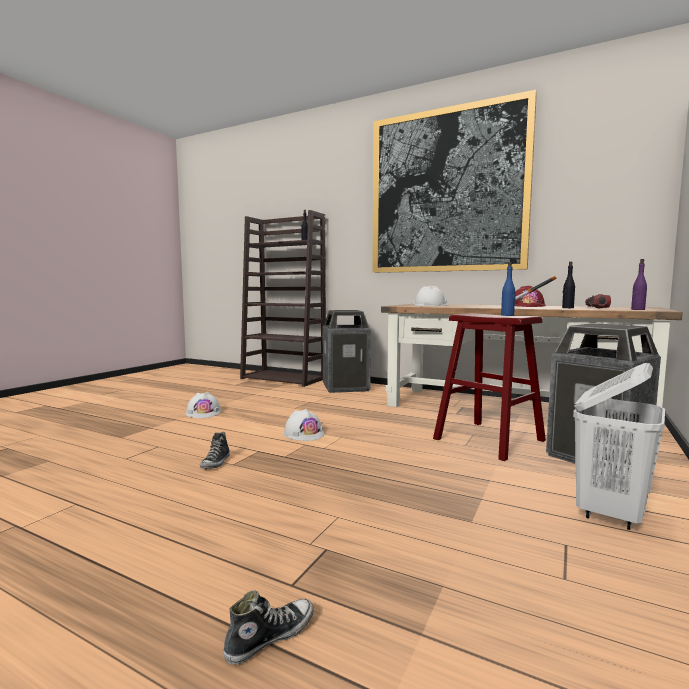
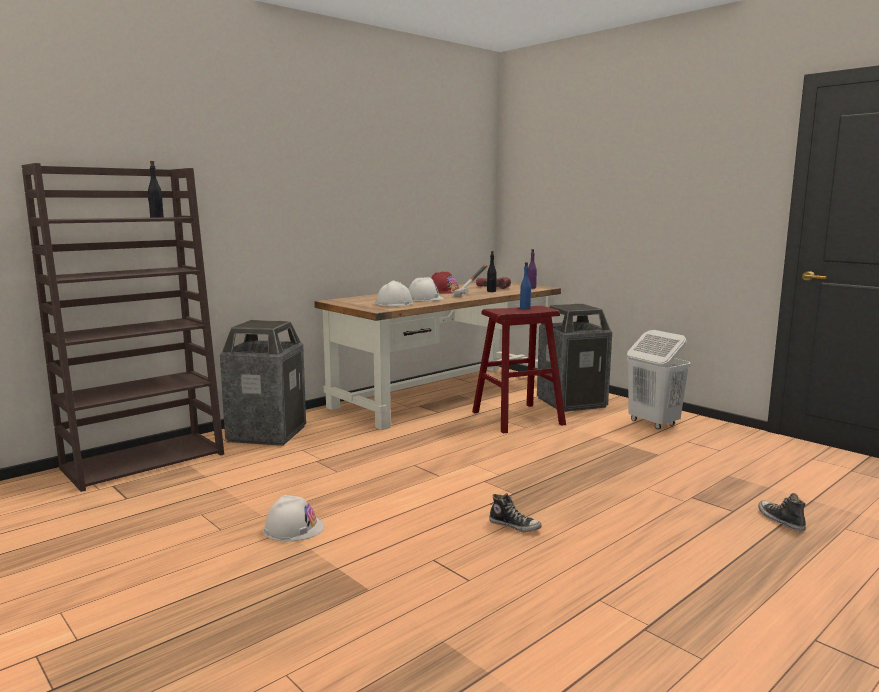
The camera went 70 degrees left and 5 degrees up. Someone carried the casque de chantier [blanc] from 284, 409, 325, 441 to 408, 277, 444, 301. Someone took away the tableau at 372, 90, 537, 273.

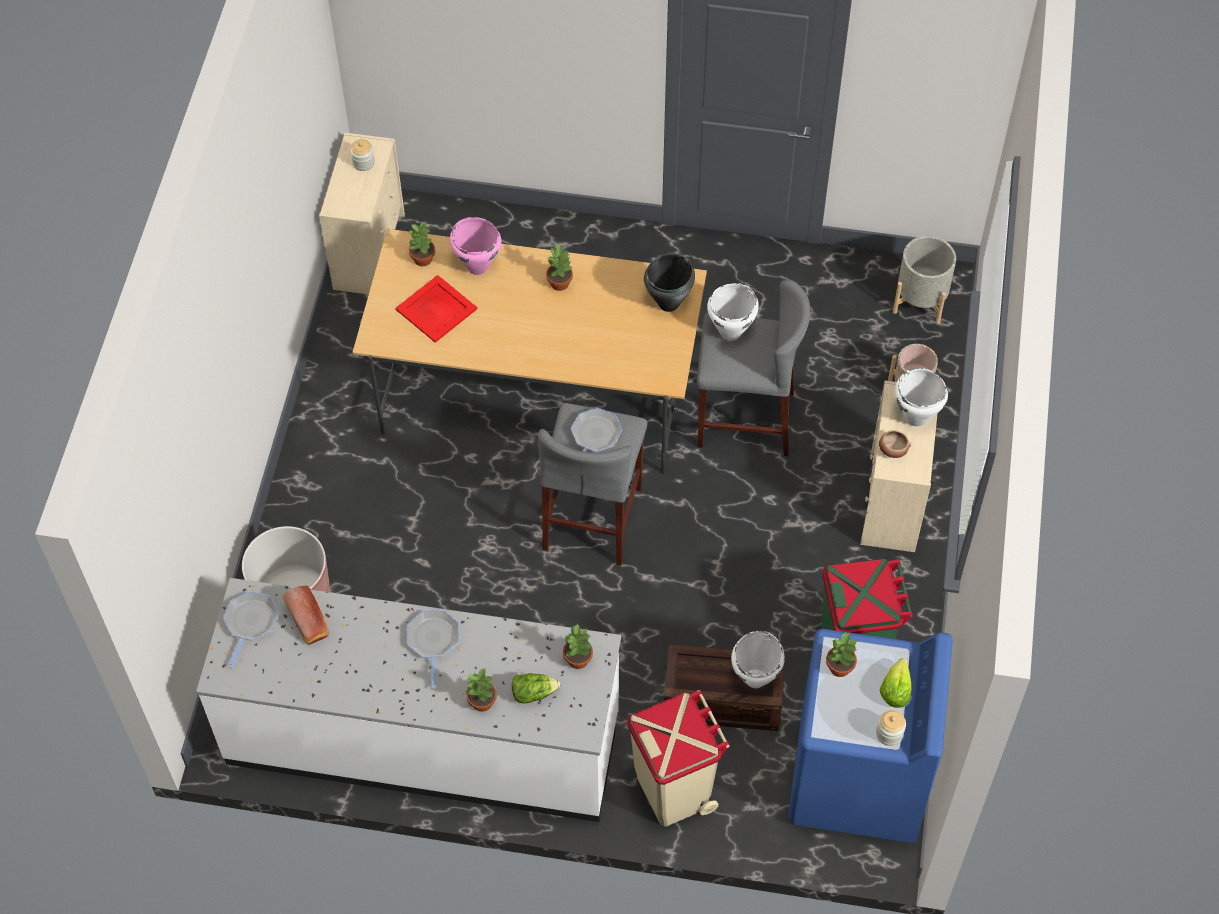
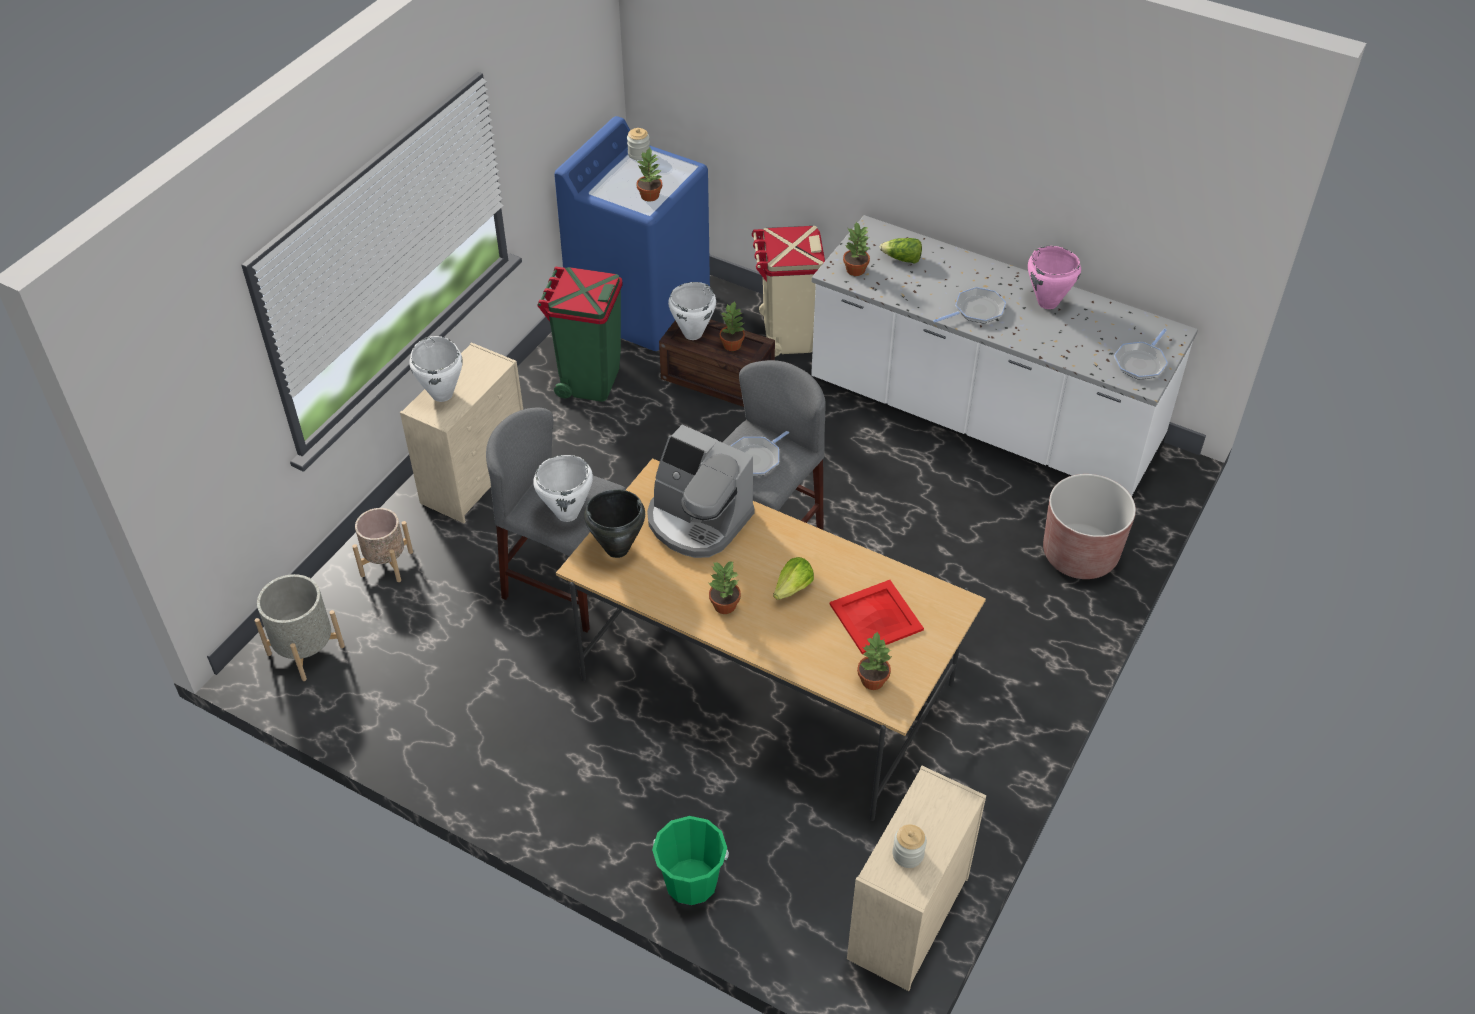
The camera went 160 degrees left and 10 degrees down. Someone took away the pain at 283, 586, 329, 645. Someone rotated the poêle at 407, 610, 459, 689 by 135 degrees counterclockwise. Someone carried the marmite [rose] from 450, 217, 502, 275 to 1028, 246, 1081, 309. Someone carried the plante en pot from 465, 667, 497, 712 to 720, 301, 745, 351. Someone took away the bol at 879, 430, 911, 458. Someone carried the laitue from 879, 659, 912, 708 to 773, 557, 814, 600. Someone put down the machine à café at 647, 425, 755, 558. Someone put down the seau [vert] at 652, 816, 729, 905.

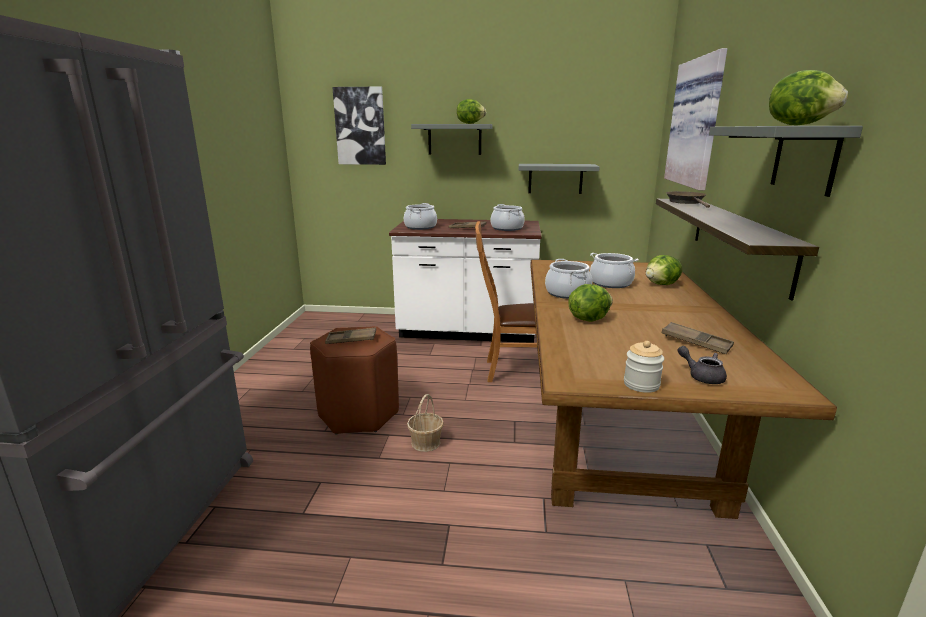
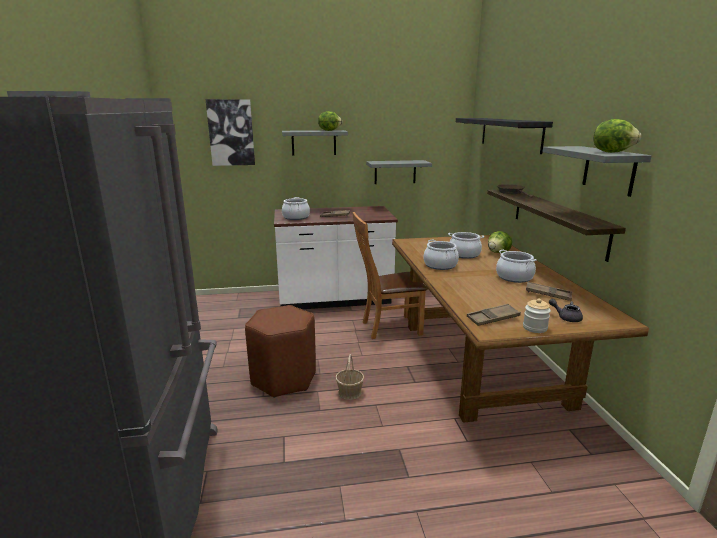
The camera went 15 degrees left and 0 degrees up. Someone carried the plateau [marron] from 325, 328, 376, 344 to 467, 304, 521, 326. Someone carried the marmite from 491, 204, 525, 231 to 496, 250, 537, 283. Someone took away the laitue at 568, 284, 613, 322. Someone swapped the tableau at 664, 48, 727, 191 for the étagère [noir] at 456, 118, 553, 154.

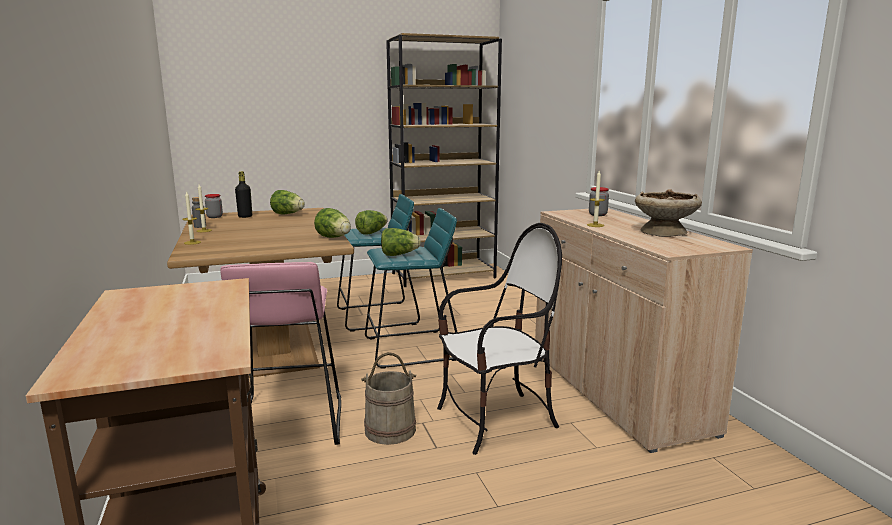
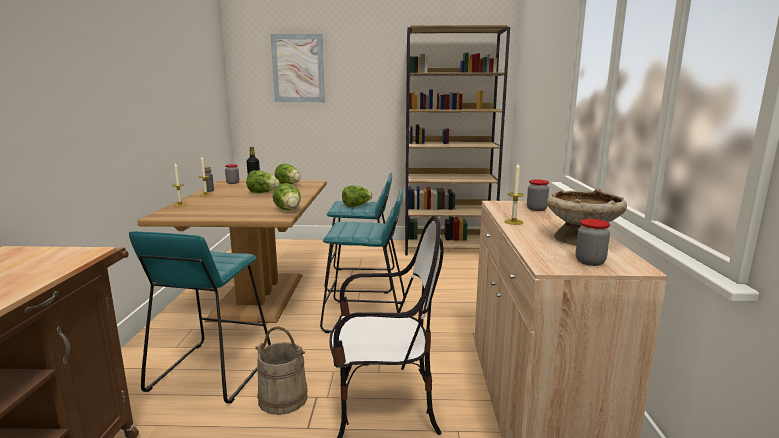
The camera went 20 degrees right and 0 degrees up. Someone repainted the tabouret [rose] at 220, 262, 341, 445, which became the tabouret [turquoise] at 129, 231, 271, 404. Someone carried the laitue from 381, 228, 421, 256 to 246, 170, 280, 193. Someone put up the tableau at 271, 34, 325, 102. Someone put down the bocal at 576, 219, 610, 266.

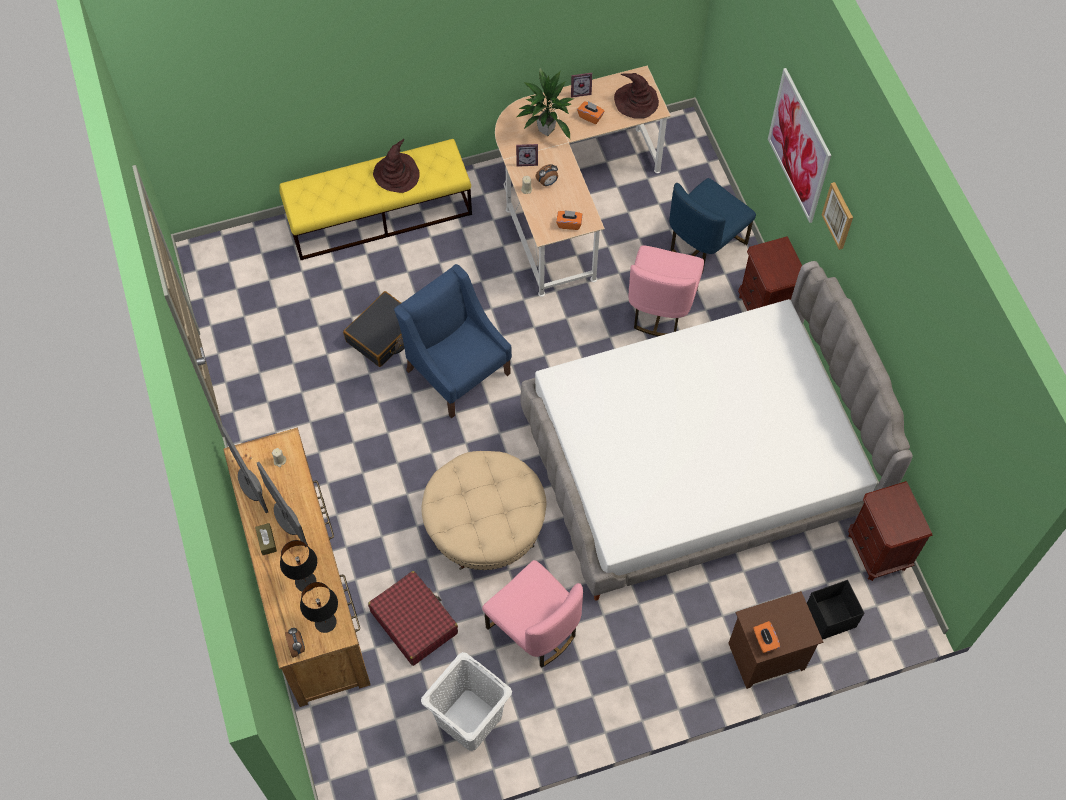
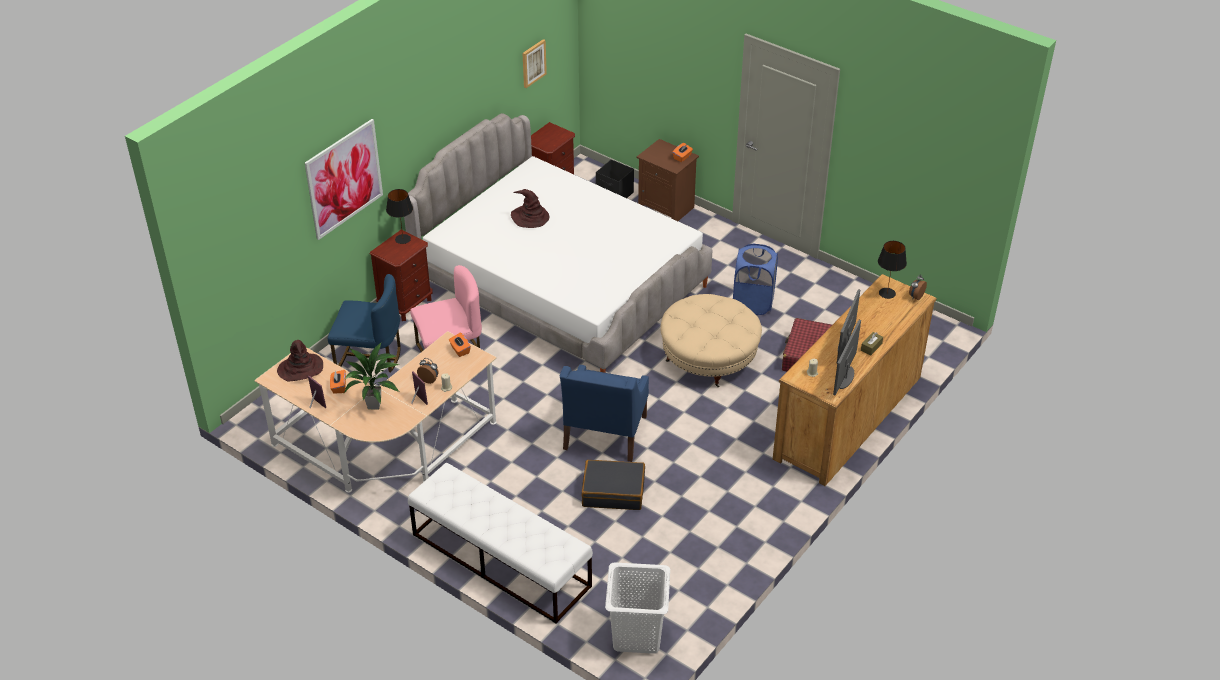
The camera went 125 degrees left and 20 degrees down. Someone repainted the banc [jaune] at 279, 139, 472, 260, which became the banc [blanc] at 408, 463, 593, 623. Someone carried the lampe de table [noir] from 280, 540, 317, 592 to 386, 189, 413, 244. Someone carried the chapeau [marron] from 373, 139, 420, 193 to 511, 189, 549, 228. Someone carried the panier à linge [blanc] from 421, 652, 512, 751 to 605, 562, 670, 654. Someone swapped the chaise [rose] at 482, 560, 583, 668 for the panier à linge [bleu] at 733, 244, 778, 315. Someone carried the tableau from 822, 182, 853, 250 to 523, 39, 547, 88.

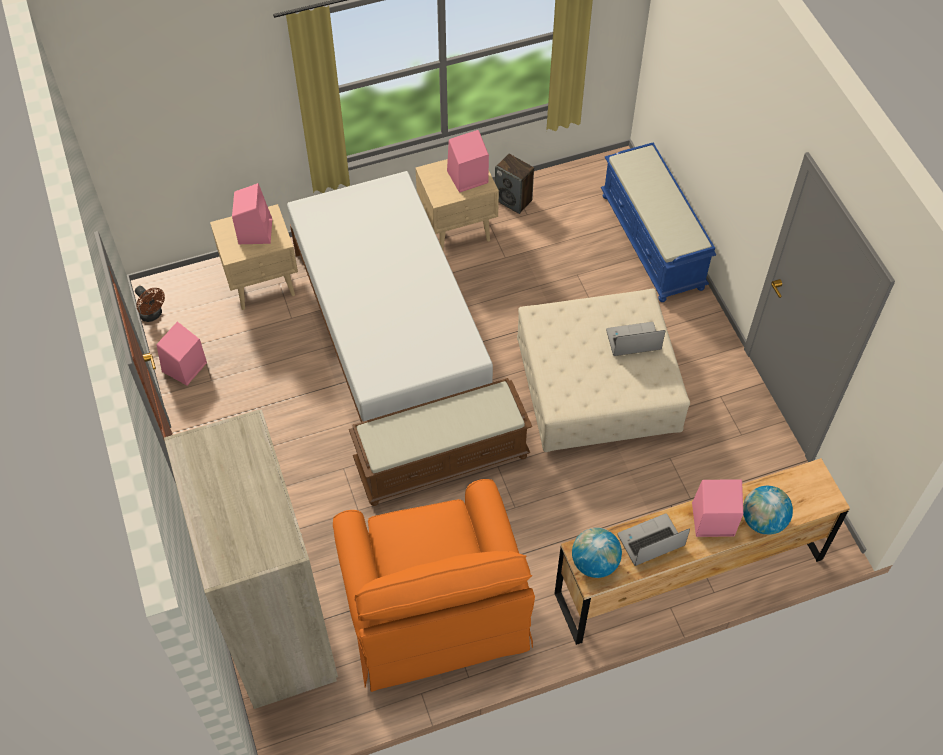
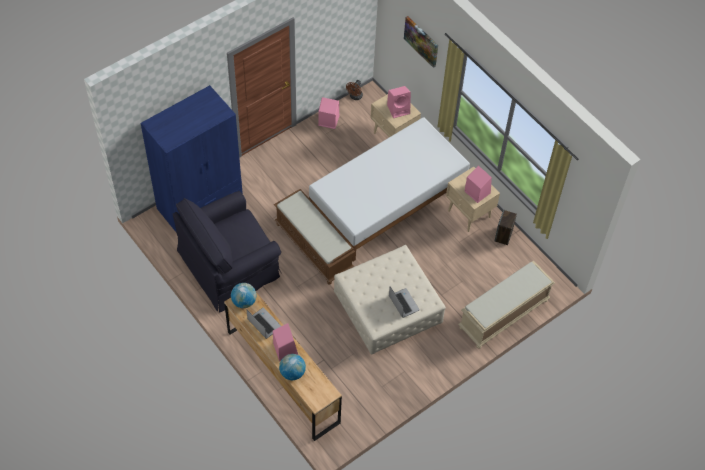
The camera went 70 degrees right and 0 degrees up. Someone repainted the armoire [beige] at 164, 409, 338, 709, which became the armoire [bleu] at 141, 85, 243, 233. Someone repainted the fauteuil [orange] at 333, 479, 535, 692, which became the fauteuil [noir] at 173, 191, 281, 313. Someone repainted the banc [bleu] at 601, 143, 716, 302, which became the banc [beige] at 458, 261, 555, 349. Someone put up the tableau at 404, 16, 438, 68.

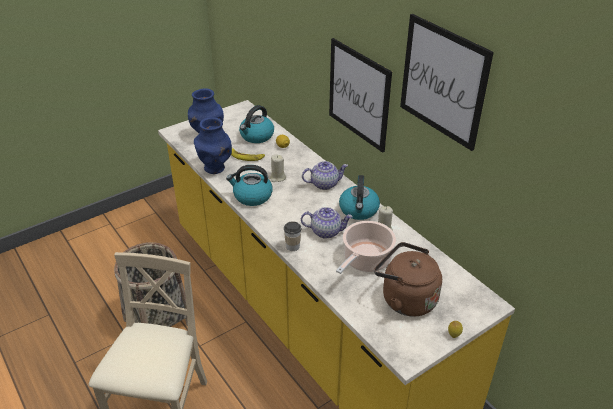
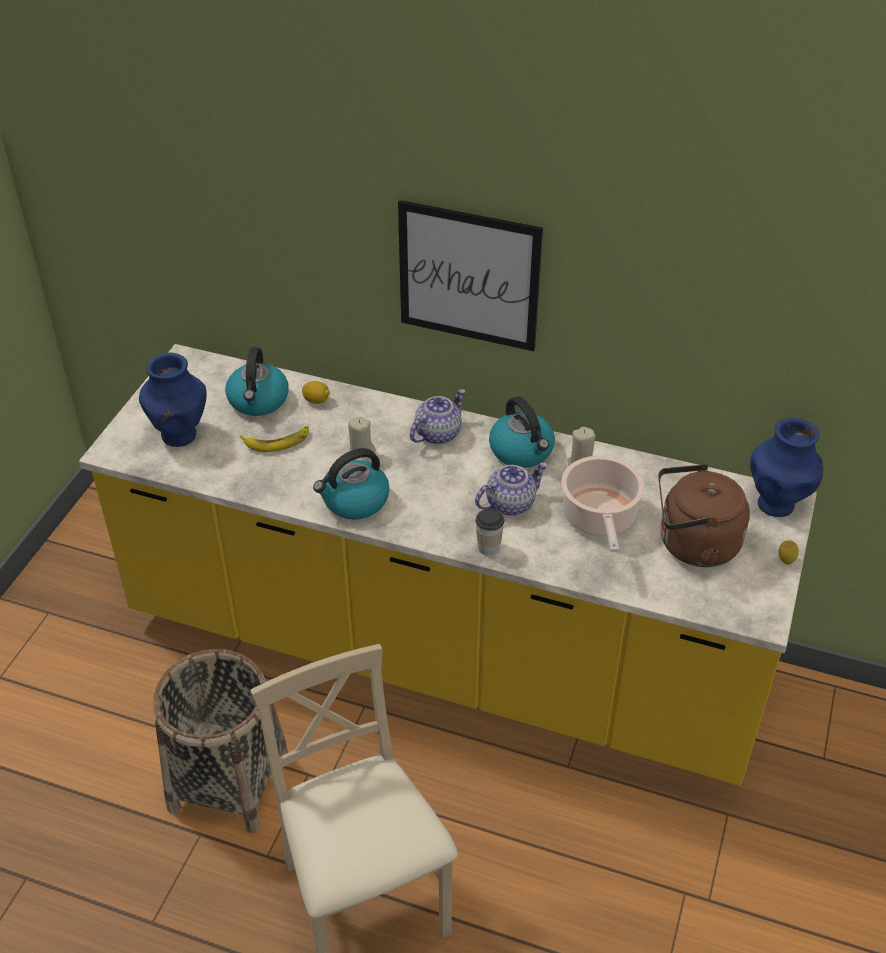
The camera went 35 degrees left and 5 degrees up. Someone carried the vase [bleu] from 194, 117, 232, 174 to 750, 418, 824, 517. Someone took away the tableau at 400, 14, 494, 151.

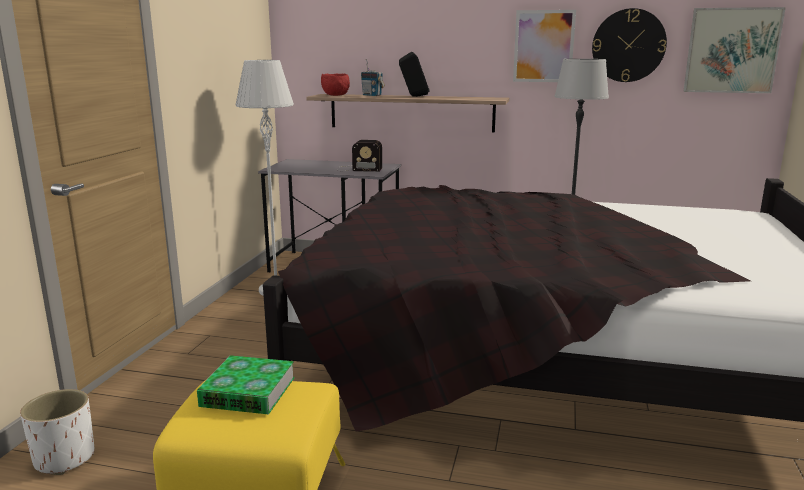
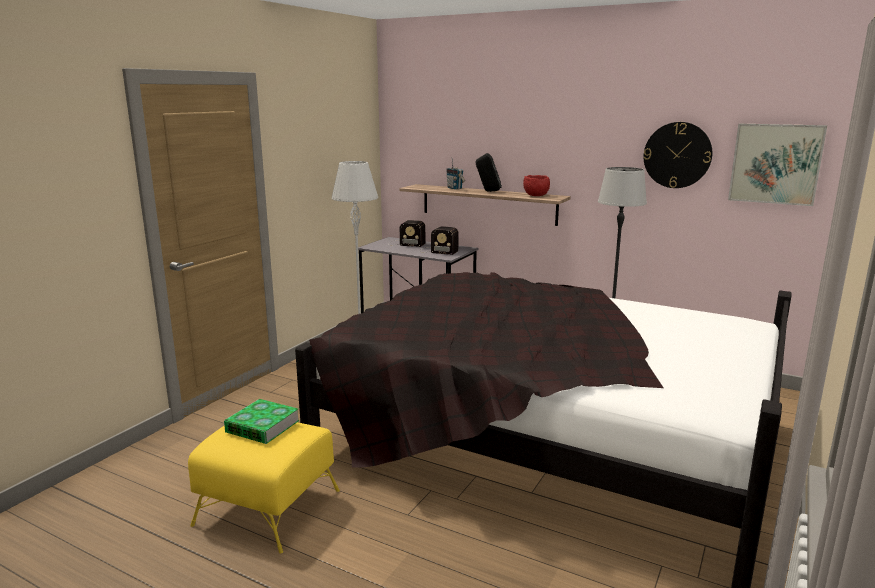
The camera went 15 degrees right and 0 degrees up. Someone took away the cache-pot [blanc] at 20, 389, 94, 475. Someone carried the bol [rouge] from 321, 74, 350, 96 to 523, 175, 550, 196. Someone took away the tableau at 513, 10, 576, 82. Someone put down the radio at 389, 220, 425, 247.

